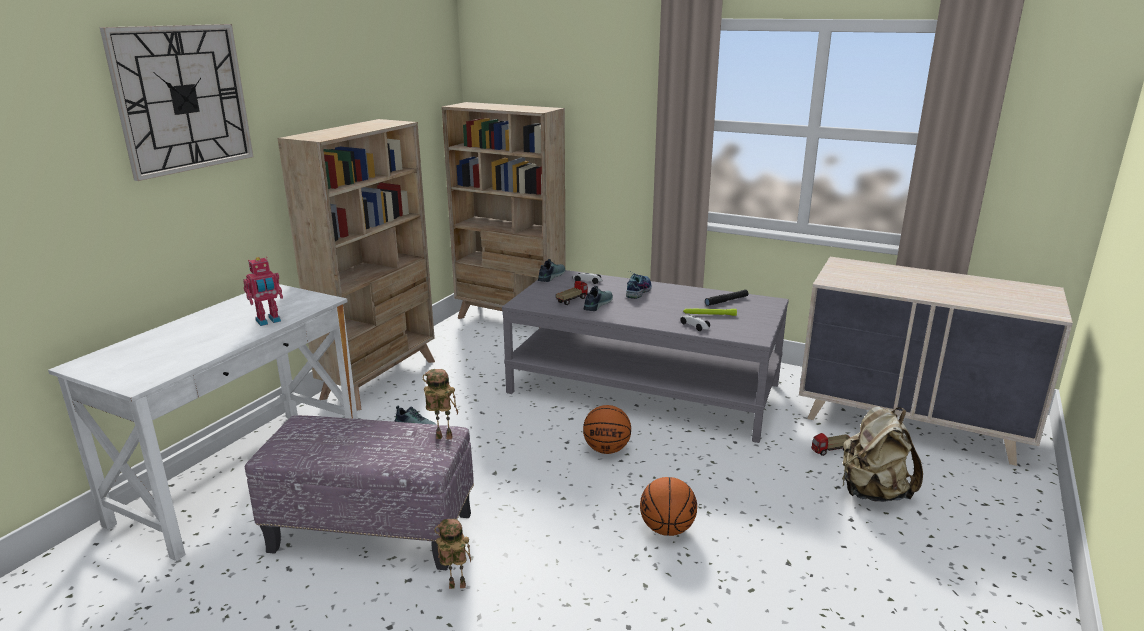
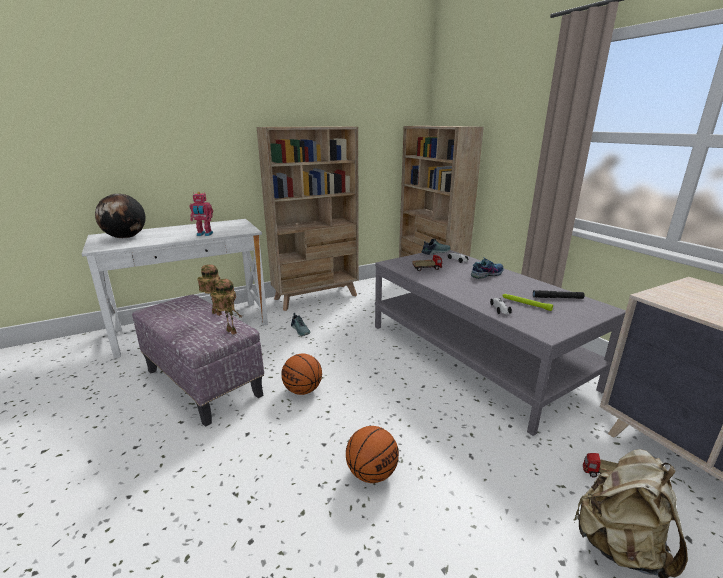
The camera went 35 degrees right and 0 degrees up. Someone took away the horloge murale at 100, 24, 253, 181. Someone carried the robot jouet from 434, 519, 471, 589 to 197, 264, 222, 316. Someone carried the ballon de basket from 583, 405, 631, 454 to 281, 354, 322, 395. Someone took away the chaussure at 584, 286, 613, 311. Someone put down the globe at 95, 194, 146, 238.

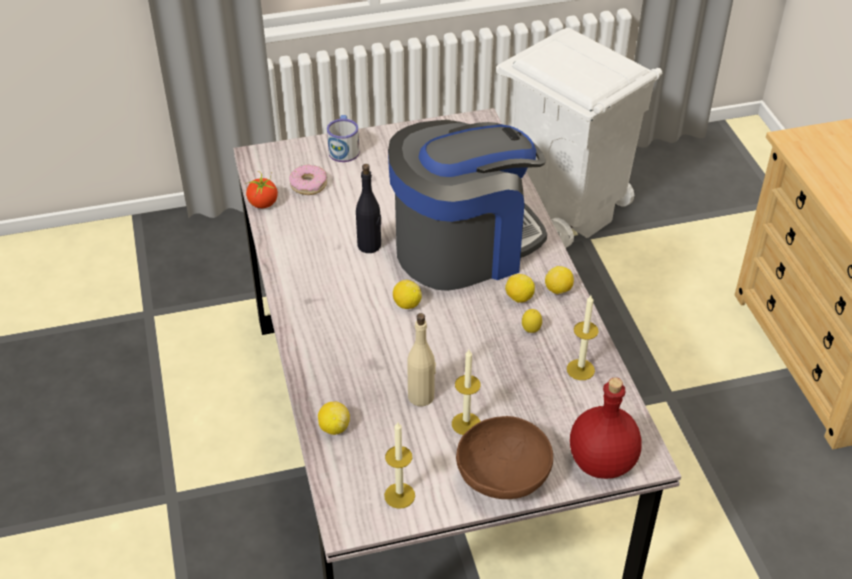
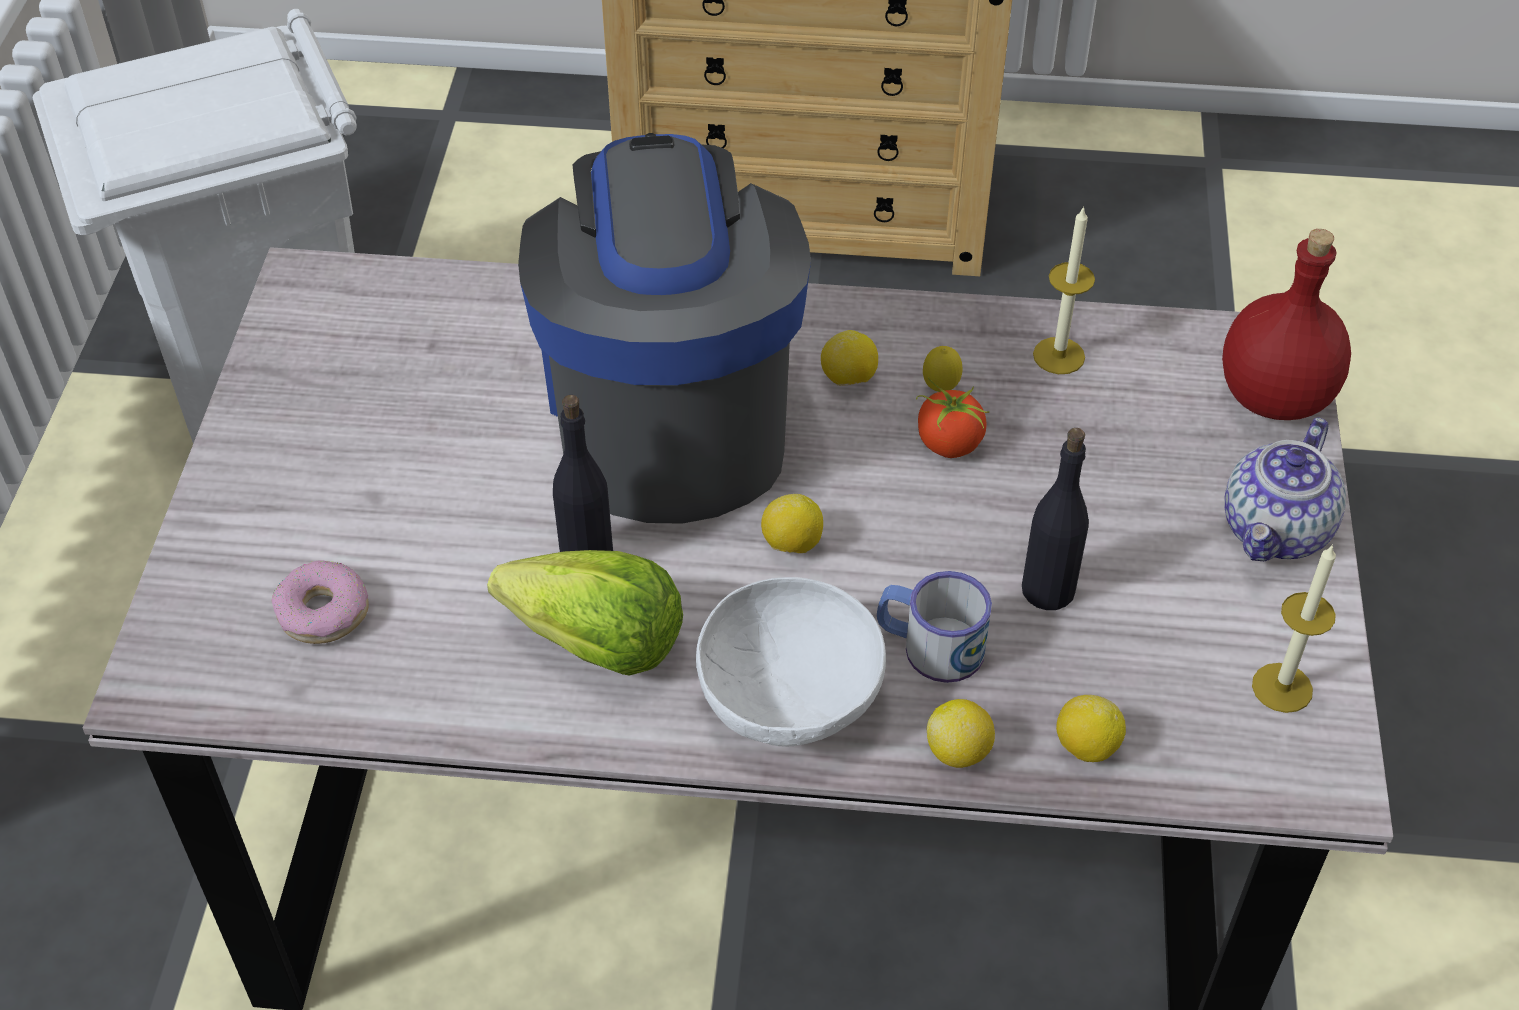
The camera went 70 degrees left and 5 degrees up. Someone carried the tomate from 246, 171, 278, 208 to 916, 377, 990, 458. Someone carried the mug from 327, 115, 360, 162 to 877, 571, 992, 683. Someone repainted the bouteille [beige] at 407, 313, 436, 406, which became the bouteille [noir] at 1022, 428, 1089, 610. Someone took away the bougie at 452, 350, 481, 435. Someone swapped the bol [marron] at 456, 416, 553, 499 for the théière at 1224, 418, 1346, 561. Someone carried the citron from 545, 266, 574, 294 to 927, 699, 995, 768. Someone put down the laitue at 487, 550, 683, 676. Someone put down the bol [blanc] at 696, 577, 886, 747.

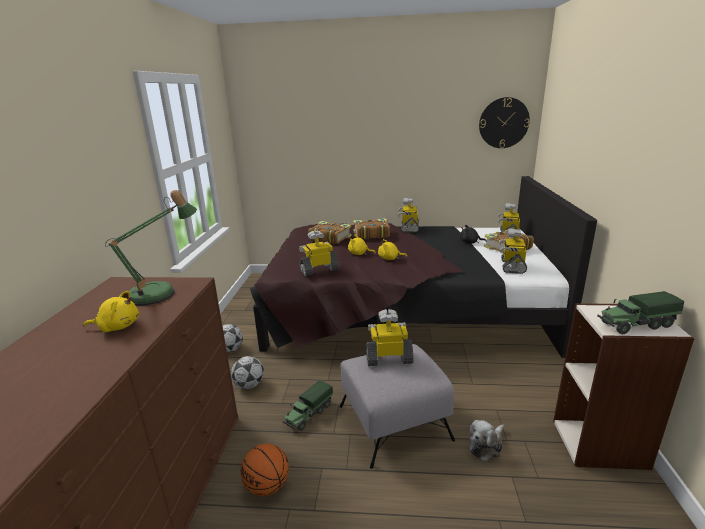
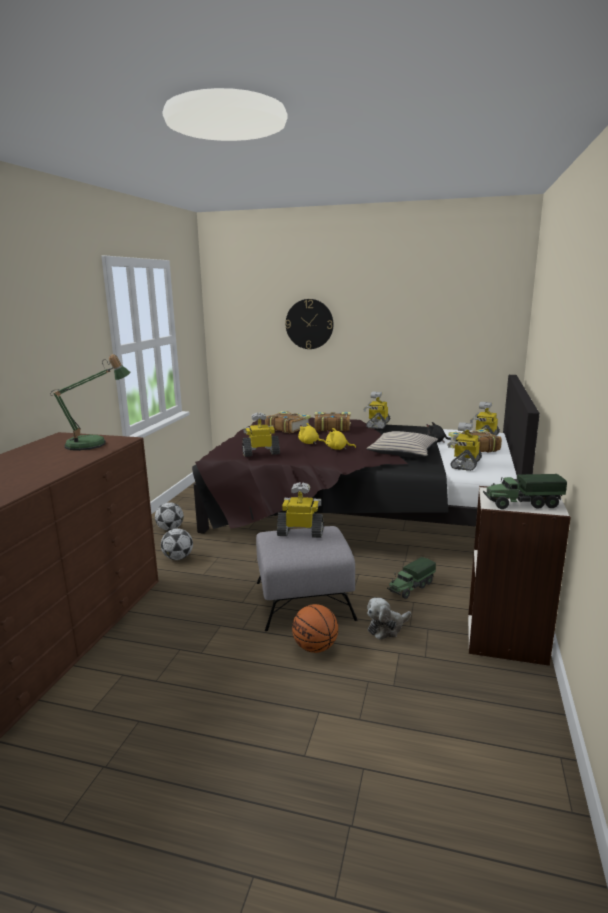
The camera went 10 degrees right and 5 degrees down. Someone took away the peluche [jaune] at 83, 291, 139, 332. Someone carried the ballon de basket from 241, 443, 289, 496 to 292, 604, 338, 653. Someone carried the camion jouet from 282, 380, 333, 431 to 387, 557, 436, 599. Someone carried the horloge murale from 479, 97, 530, 148 to 285, 299, 334, 349. Someone put down the coussin [beige] at 366, 431, 438, 458.

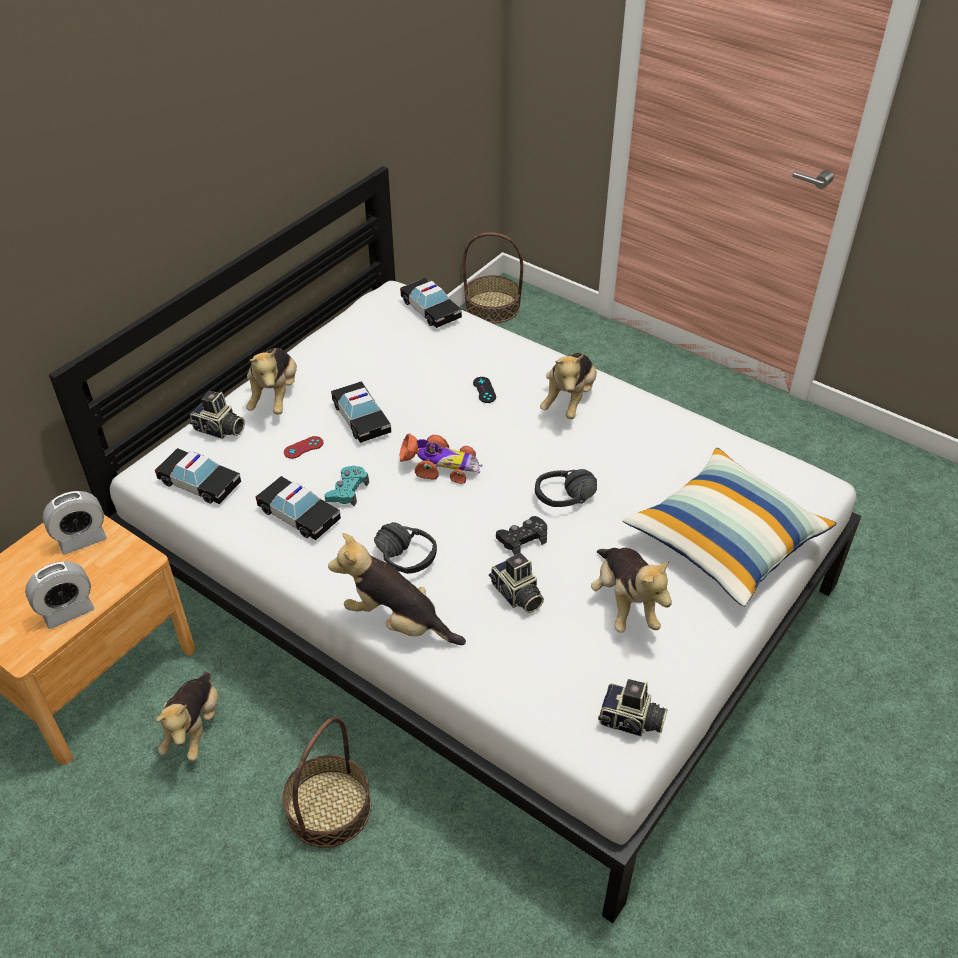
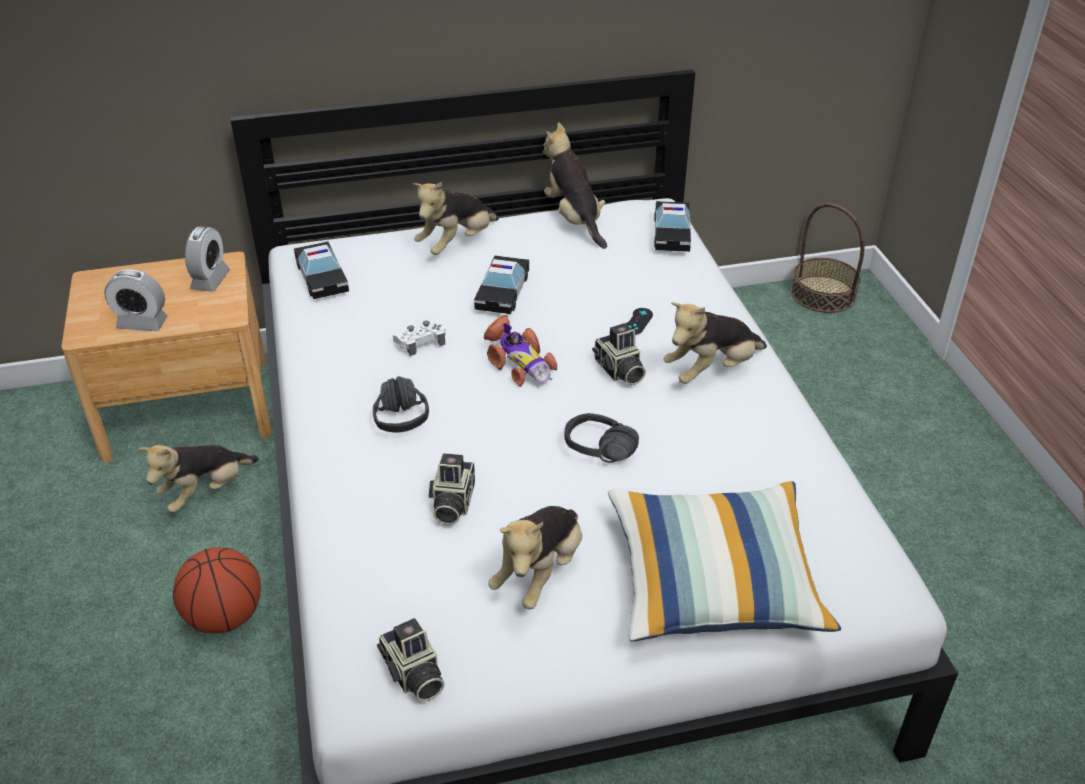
The camera went 40 degrees right and 5 degrees down. Someone rotated the réveil at 42, 491, 107, 555 by 90 degrees counterclockwise. Someone carried the appareil photo from 189, 391, 245, 439 to 592, 323, 646, 385. Someone took away the petite voiture at 256, 476, 341, 540. Someone swapped the panier at 282, 717, 371, 848 for the ballon de basket at 173, 547, 261, 634. Someone took away the manette [rouge] at 284, 436, 323, 459. Someone repainted the manette [turquoise] at 324, 466, 369, 506, which became the manette [blanc] at 393, 320, 446, 356. Someone carried the peluche from 328, 533, 466, 645 to 542, 122, 607, 249. Someone took away the manette [noir] at 496, 516, 547, 555.

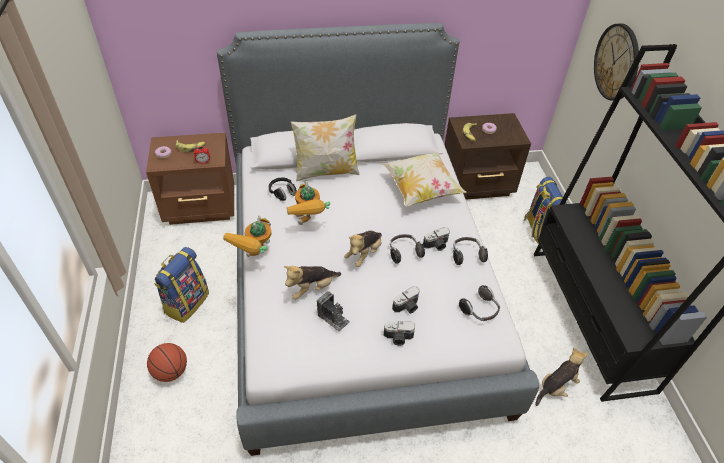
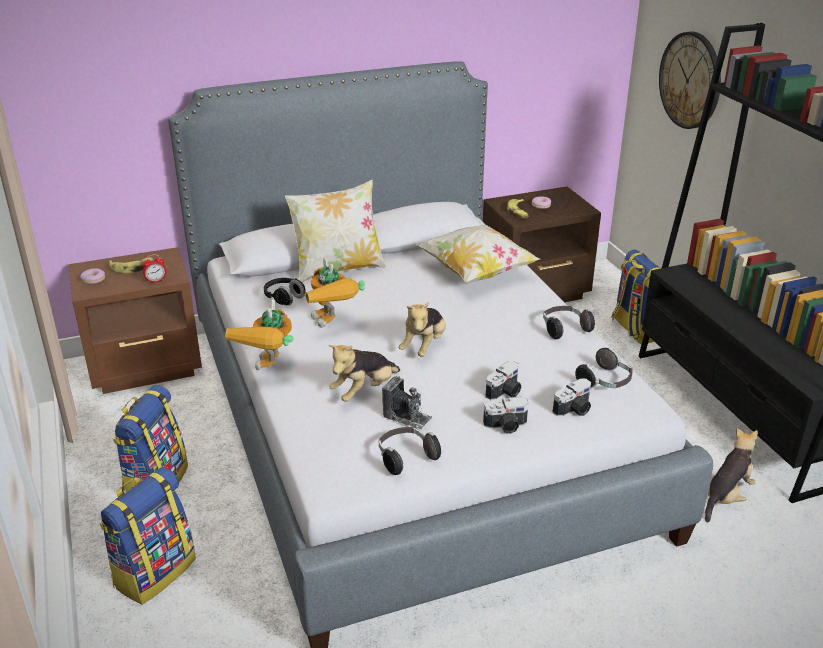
The camera went 10 degrees left and 15 degrees down. Someone swapped the ballon de basket at 147, 343, 187, 382 for the sac à dos at 100, 467, 196, 604. Someone carried the casque audio from 390, 234, 425, 264 to 379, 427, 441, 475. Someone carried the appareil photo from 423, 227, 450, 251 to 552, 378, 591, 416.

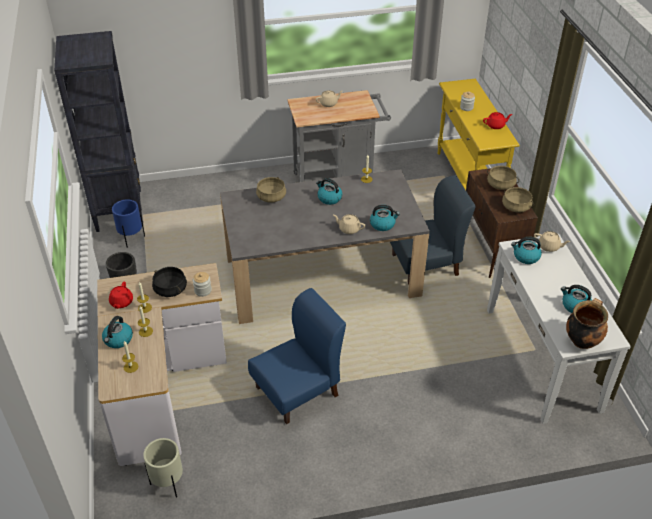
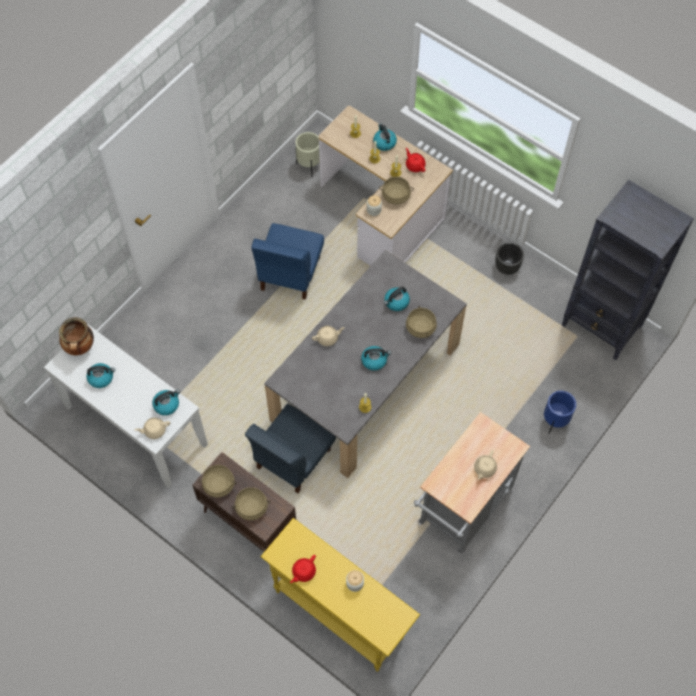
The camera went 140 degrees right and 20 degrees up. Someone carried the cache-pot [bleu] from 112, 199, 145, 248 to 544, 391, 576, 434. Someone repainted the marmite [noir] at 152, 267, 187, 297, which became the marmite [beige] at 379, 176, 414, 204. Someone carried the bouilloire from 370, 205, 400, 231 to 384, 287, 410, 311.

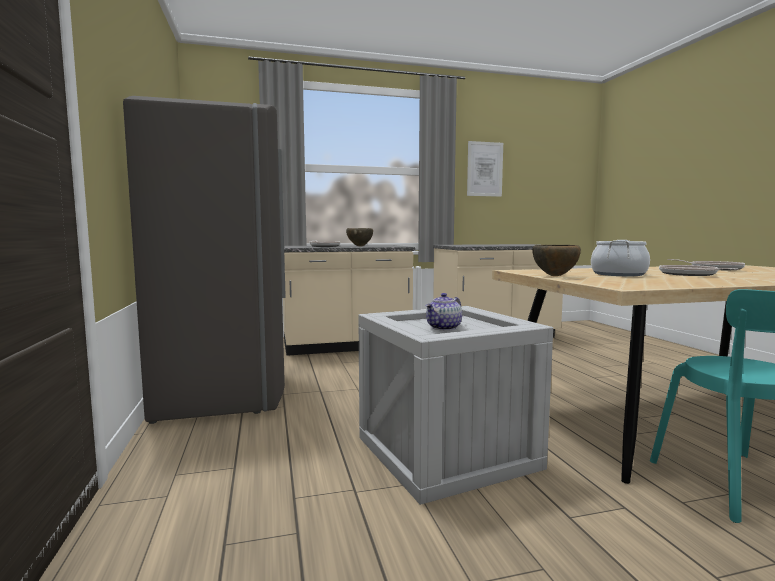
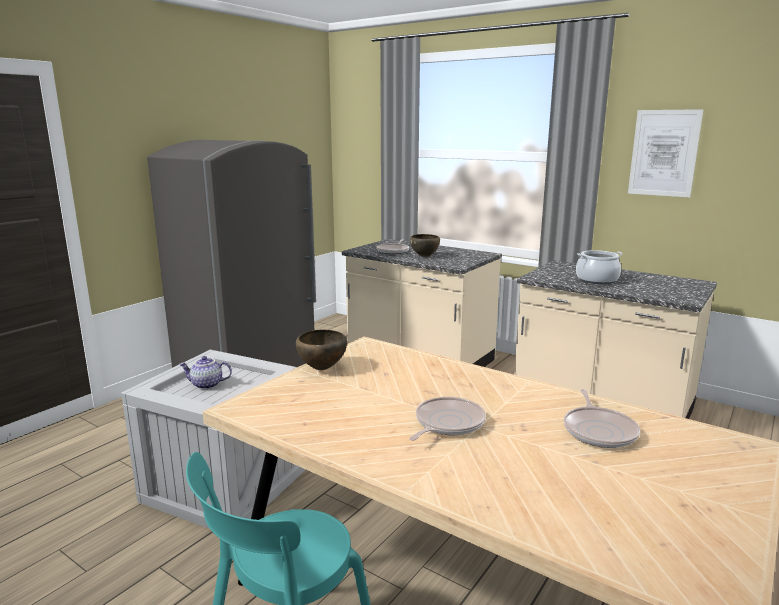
The camera went 50 degrees right and 10 degrees up. Someone carried the marmite from 591, 240, 650, 276 to 576, 250, 623, 284.

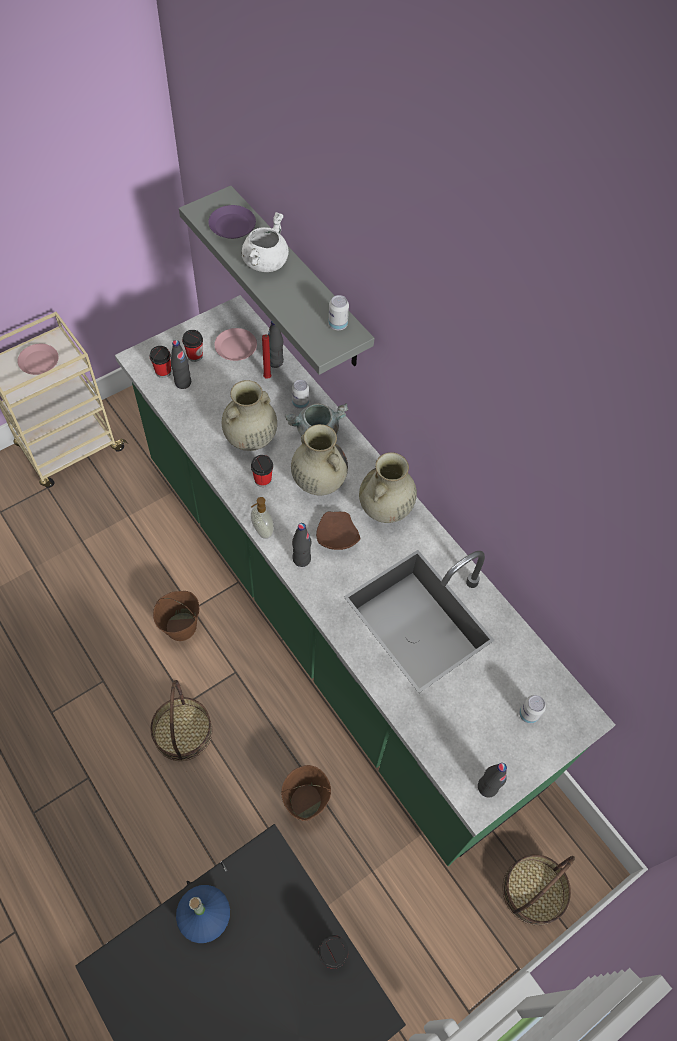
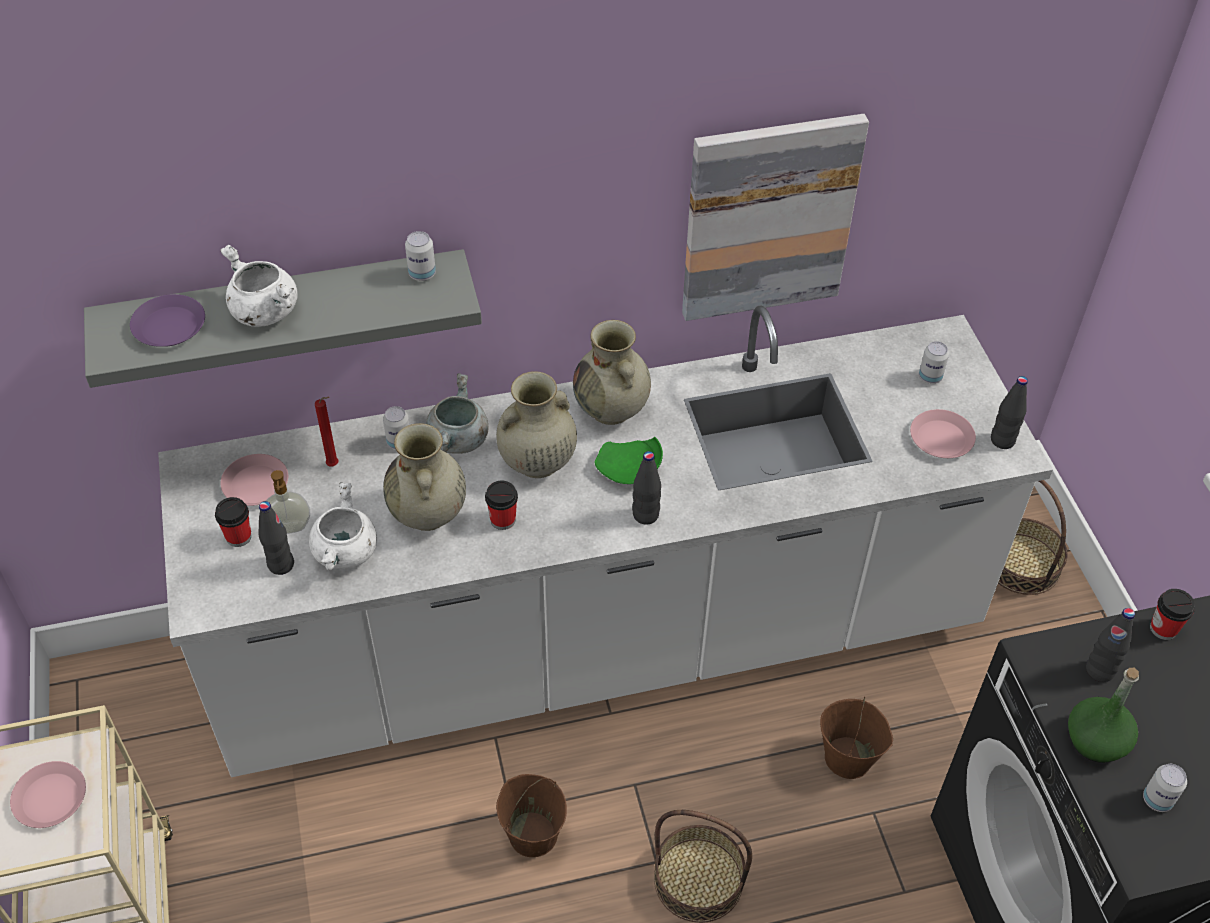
The camera went 65 degrees left and 10 degrees down. Someone repainted the comptoir de cuisine [vert] at 115, 295, 615, 866, which became the comptoir de cuisine [blanc] at 158, 306, 1053, 777. Someone took away the tasse at 150, 346, 171, 378. Someone repainted the bouteille [bleu] at 176, 885, 230, 943, which became the bouteille [vert] at 1068, 668, 1139, 763. Someone carried the distributeur de savon from 251, 497, 274, 539 to 266, 470, 310, 534. Someone carried the bouteille [noir] from 268, 321, 284, 368 to 1086, 608, 1135, 682. Someone repainted the assiette [marron] at 316, 512, 361, 550, which became the assiette [vert] at 595, 437, 663, 484. Someone put down the marmite [blanc] at 309, 482, 377, 570. Someone put up the tableau at 682, 114, 869, 321. Someone put down the assiette [rose] at 910, 409, 976, 458. Someone put down the boîte métallique at 1143, 764, 1187, 812.

